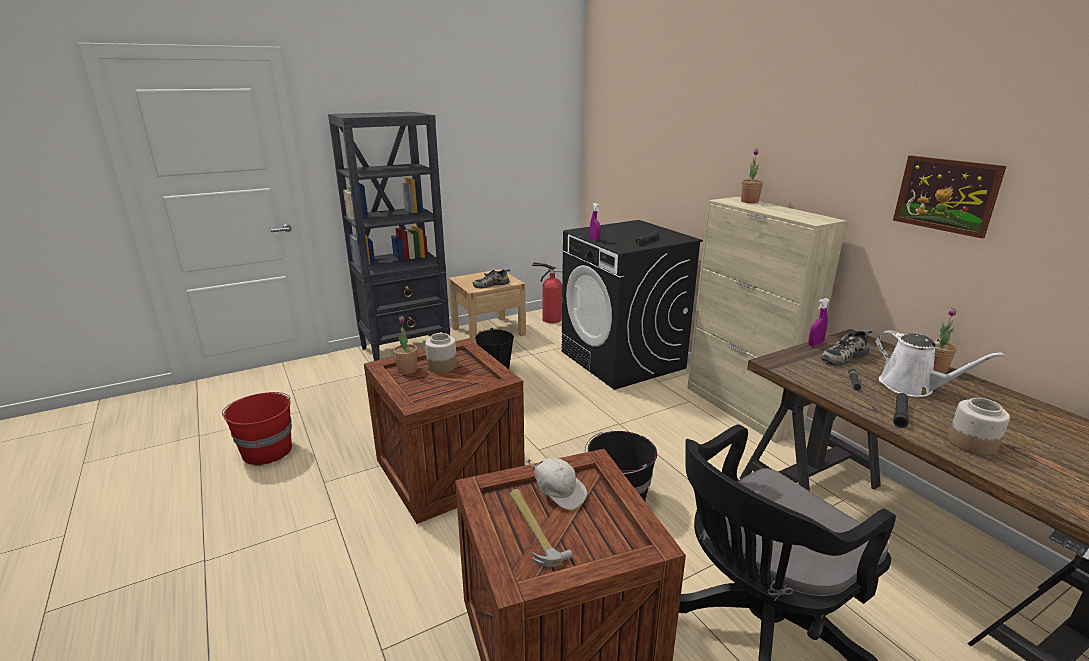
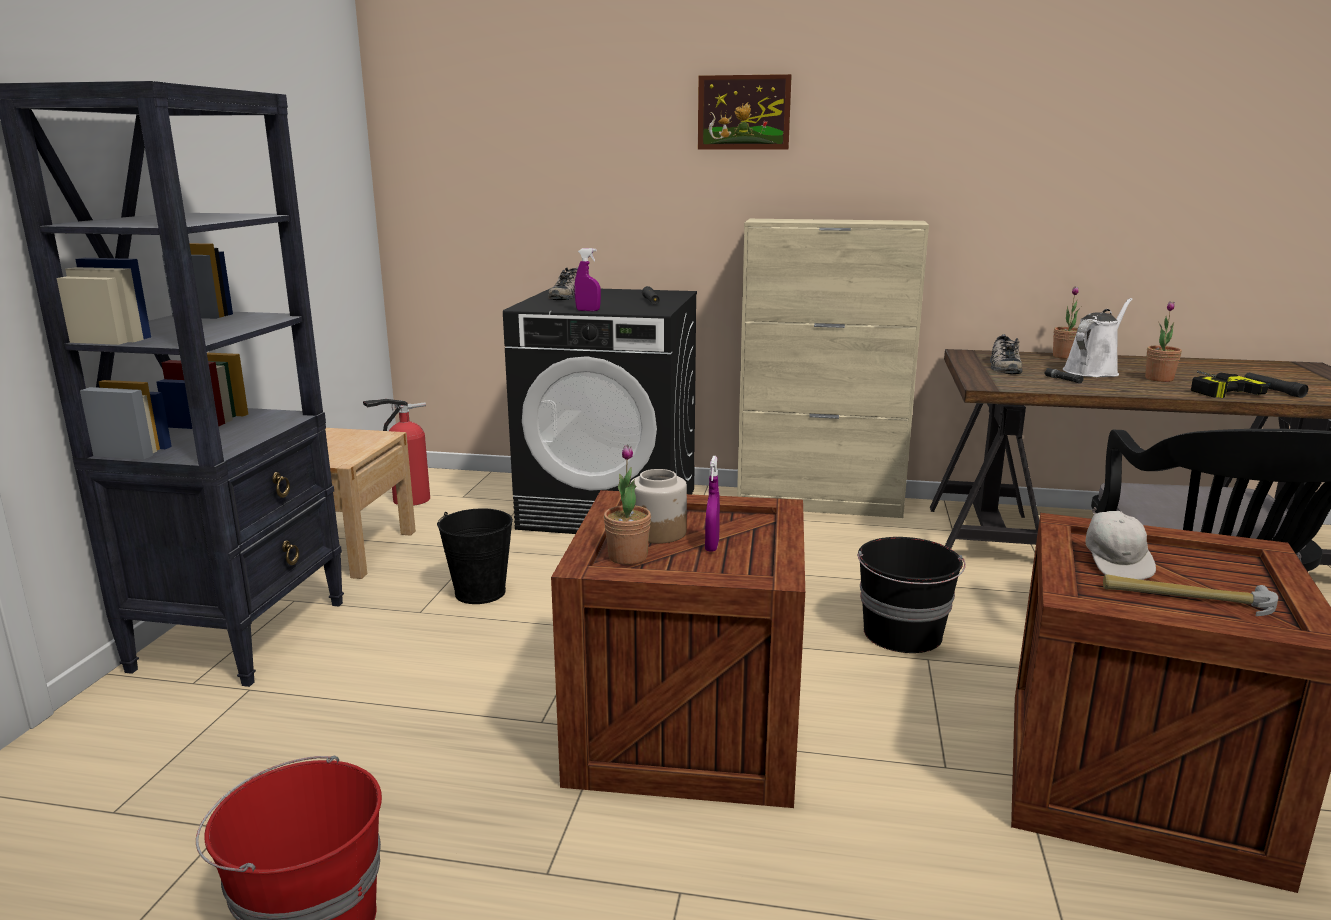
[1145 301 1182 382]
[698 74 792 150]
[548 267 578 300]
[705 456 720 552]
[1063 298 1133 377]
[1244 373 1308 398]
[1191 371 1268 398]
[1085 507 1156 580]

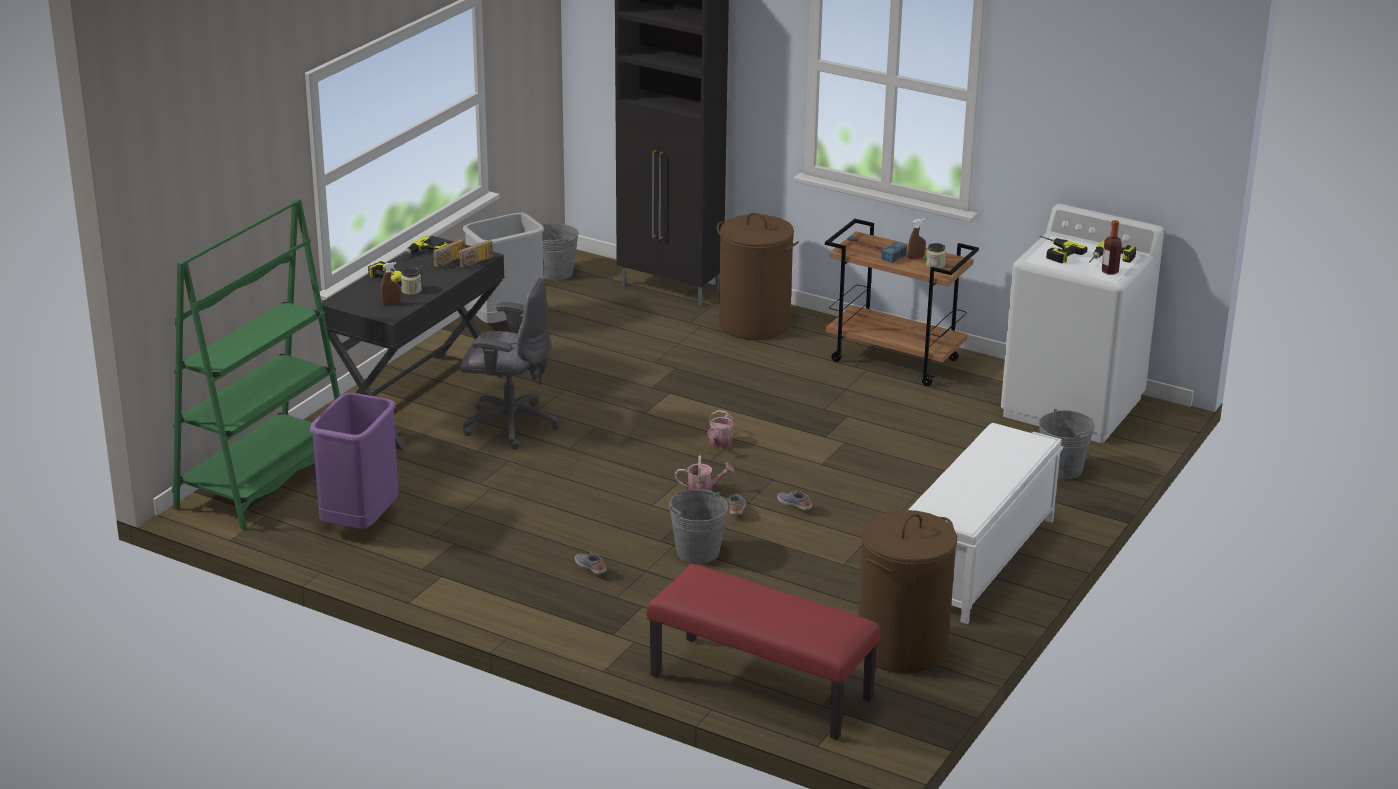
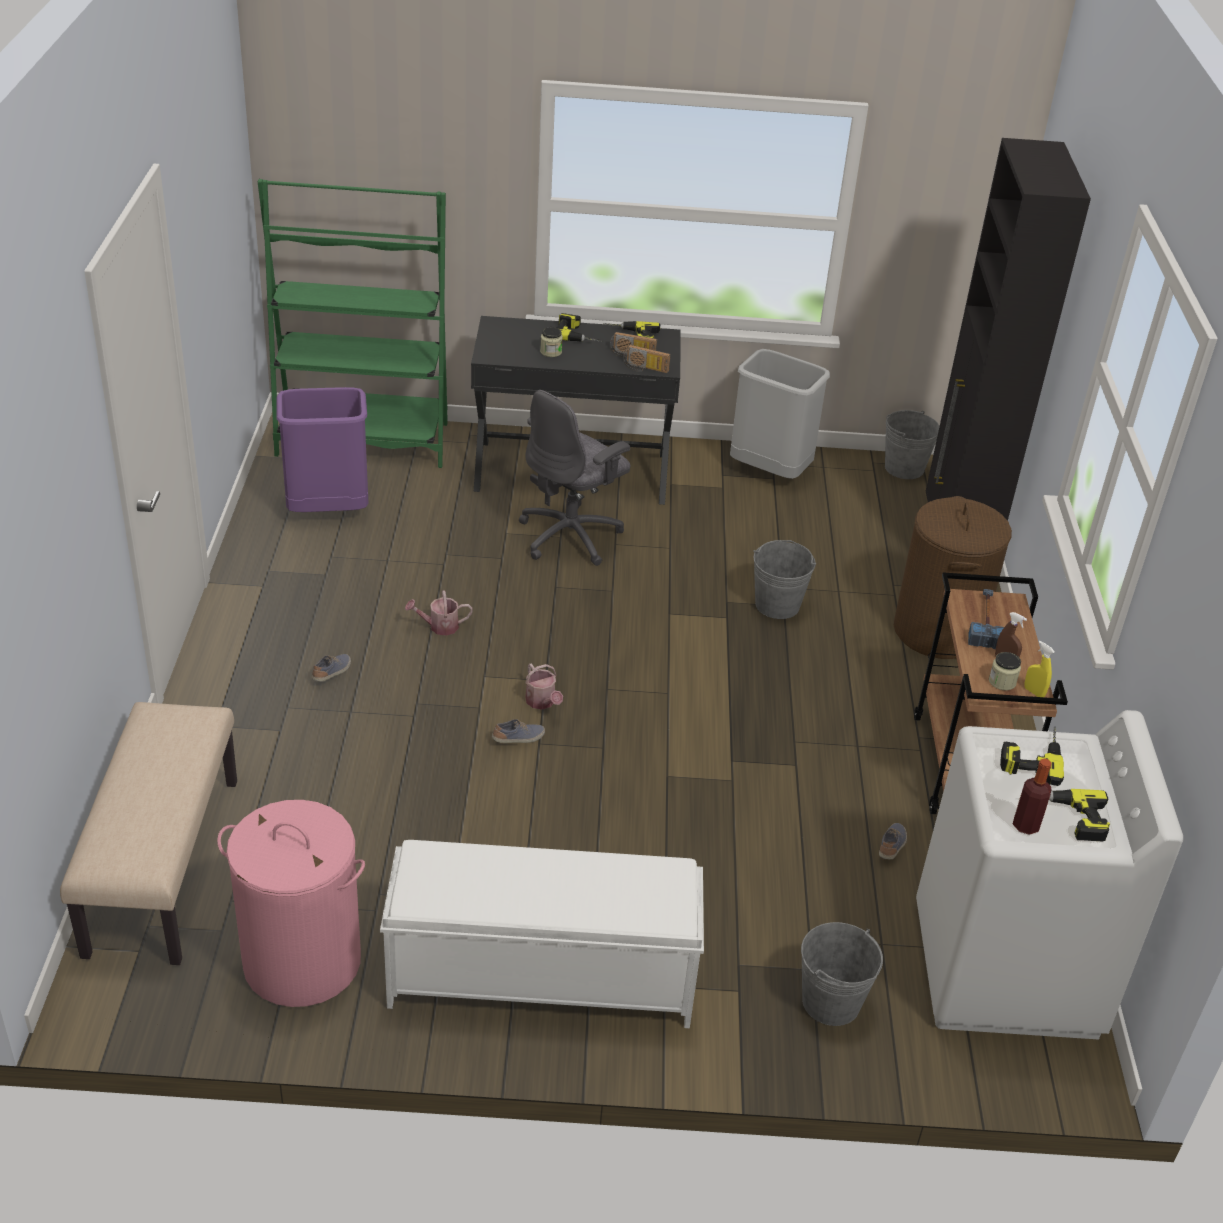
[381 262 400 305] (first image)
[519 390 631 566]
[405 590 473 636]
[753 540 816 619]
[879 823 907 859]
[217 800 365 1007]
[60 702 237 965]
[1024 641 1055 697]

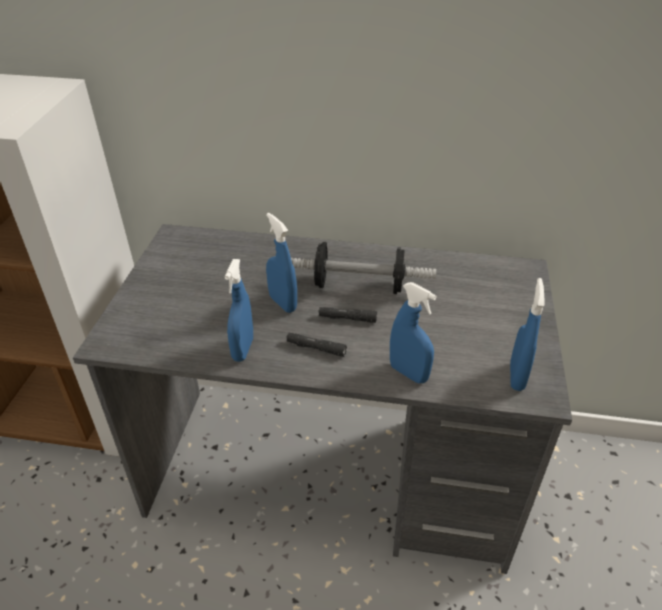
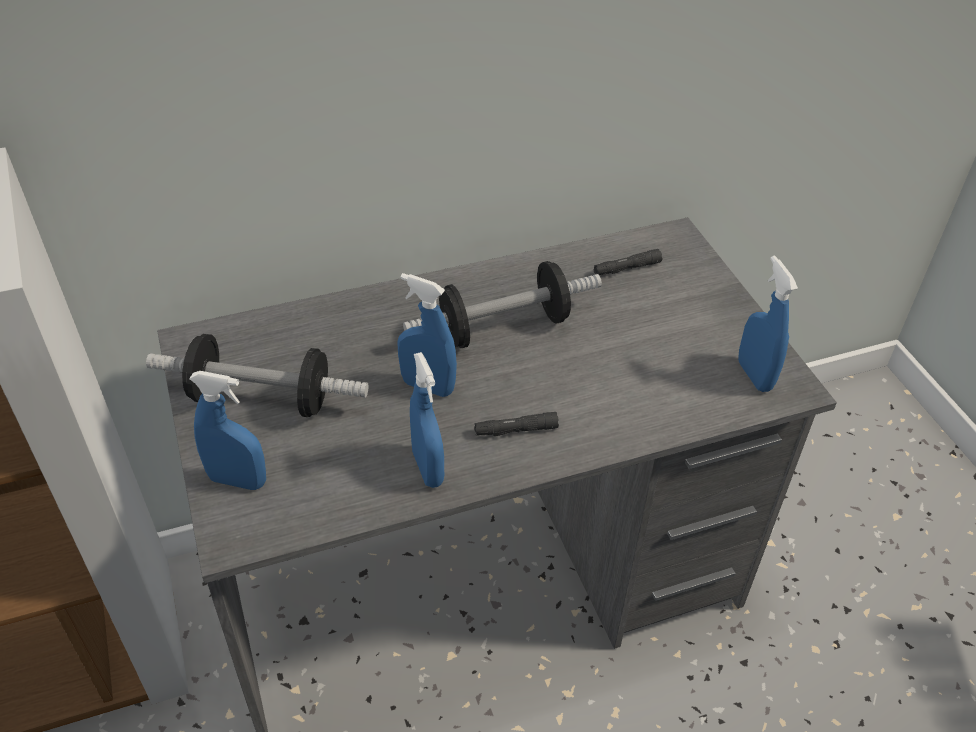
[189 371 266 490]
[593 249 662 275]
[146 334 368 417]

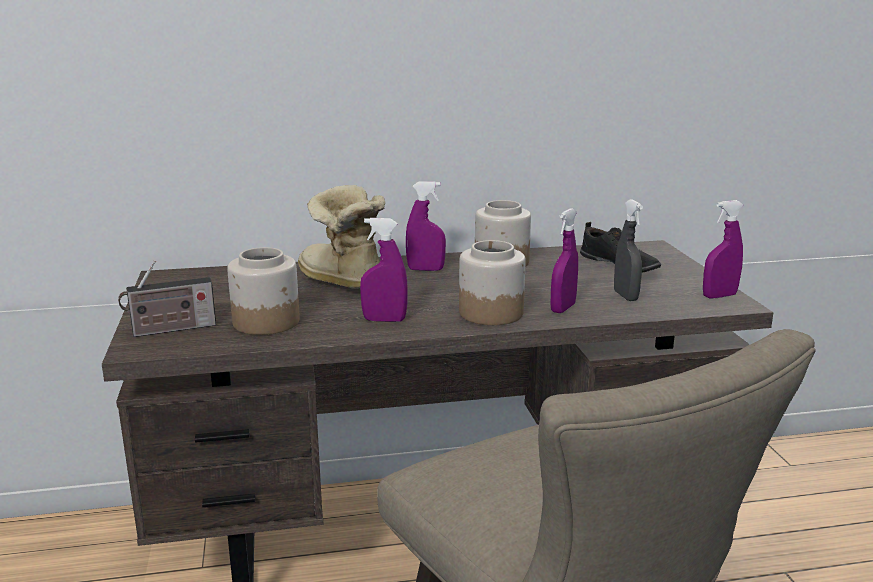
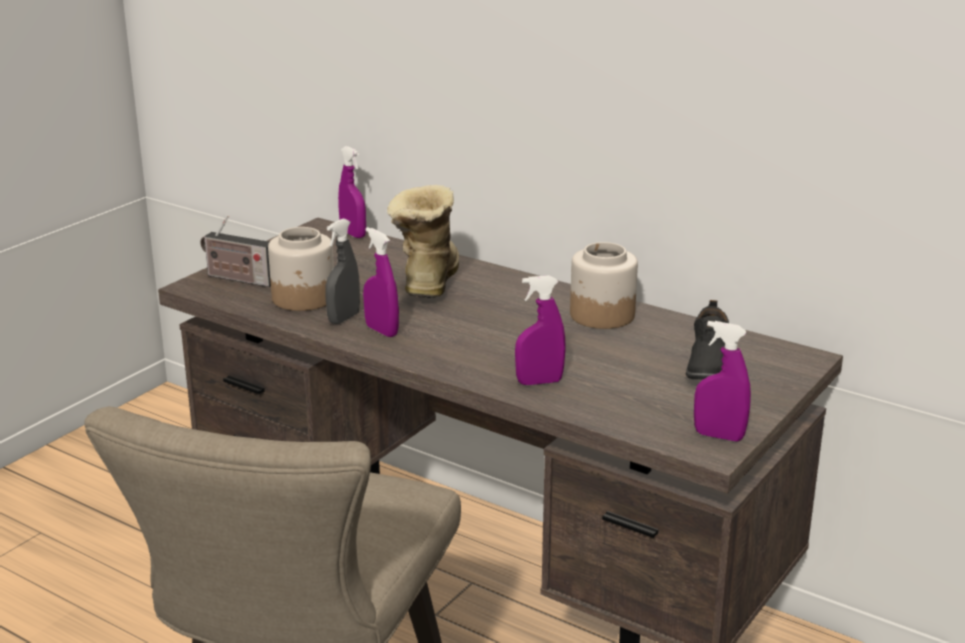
[338 146 366 238]
[325 219 360 324]
[459 240 526 325] (first image)

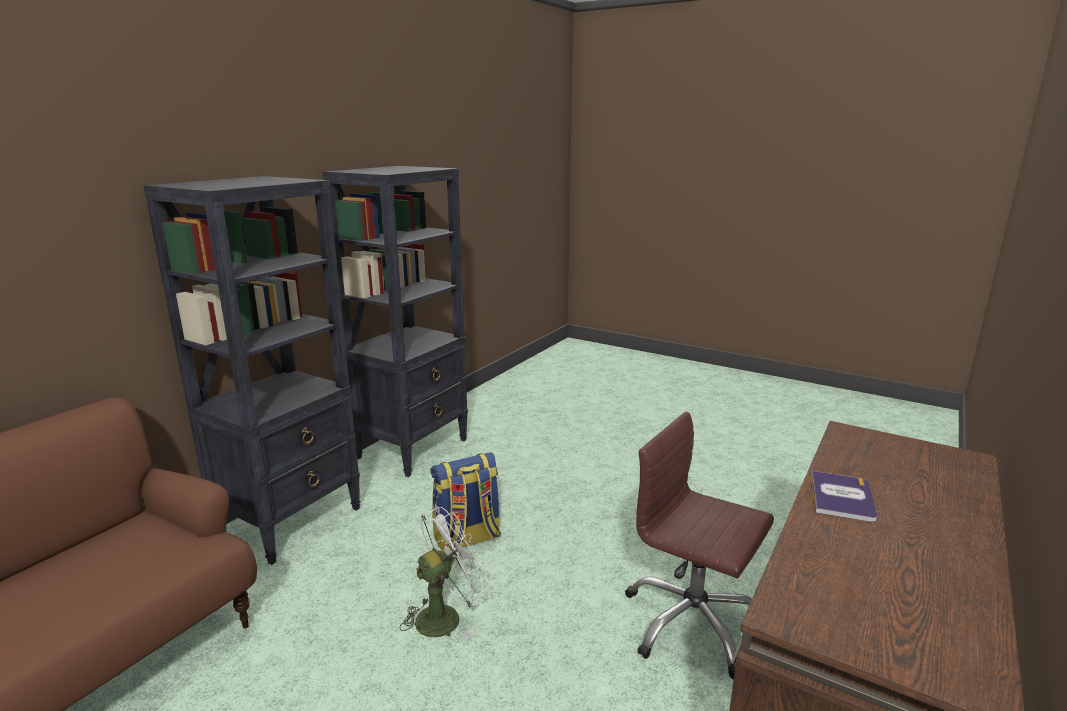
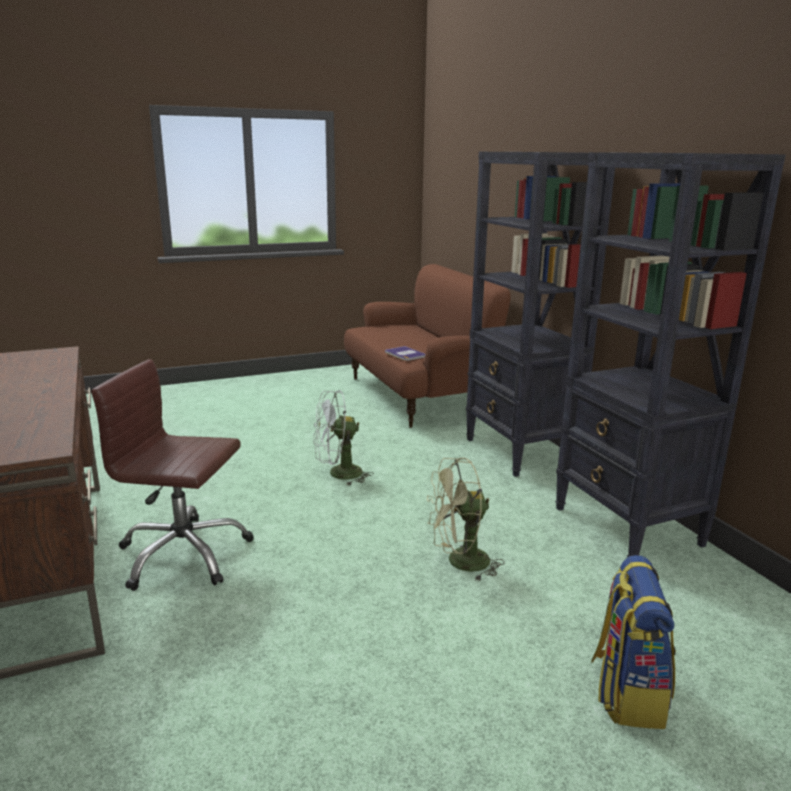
[91 359 254 591]
[591 555 676 729]
[385 346 425 361]
[314 390 374 486]
[427 458 504 582]

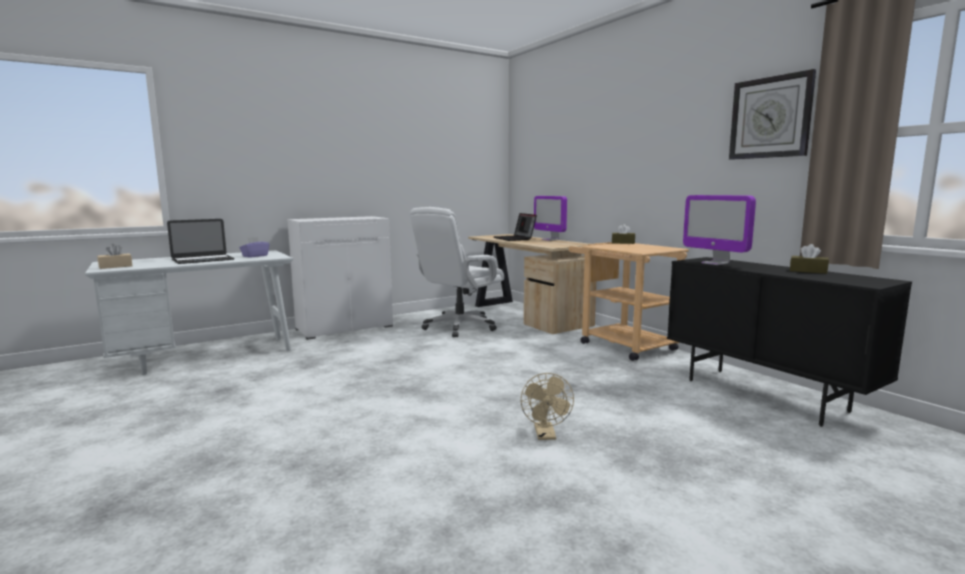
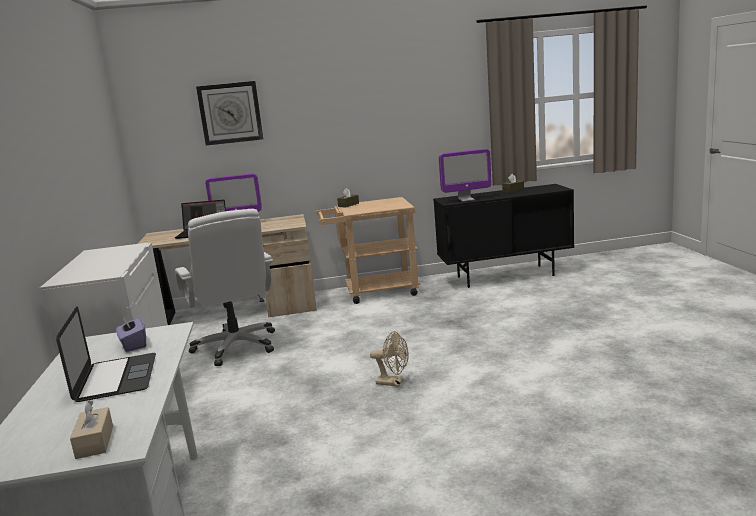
[196 81 263 145]
[370 331 409 387]

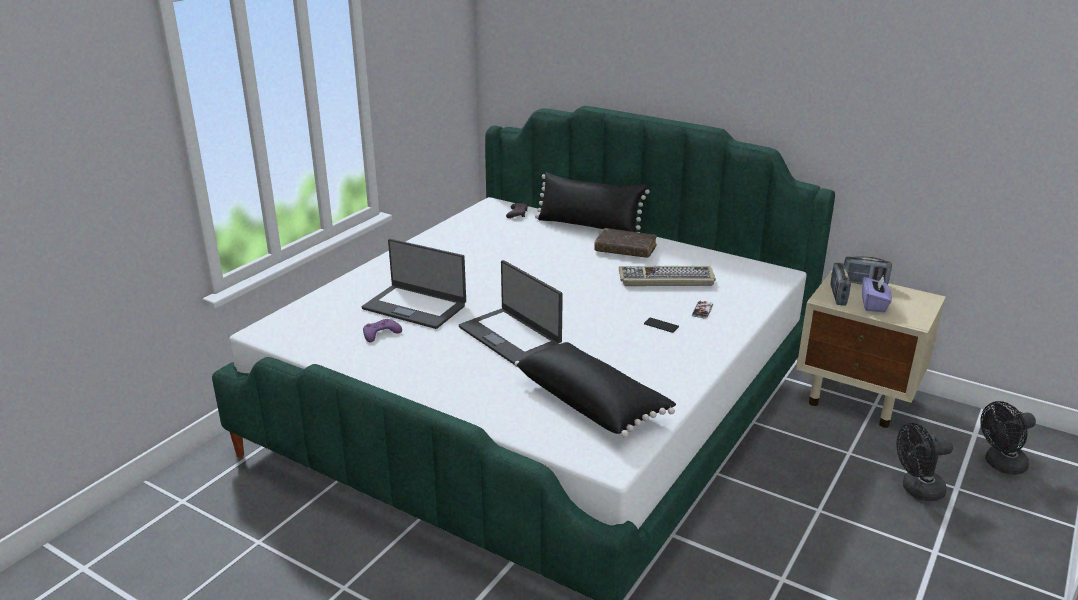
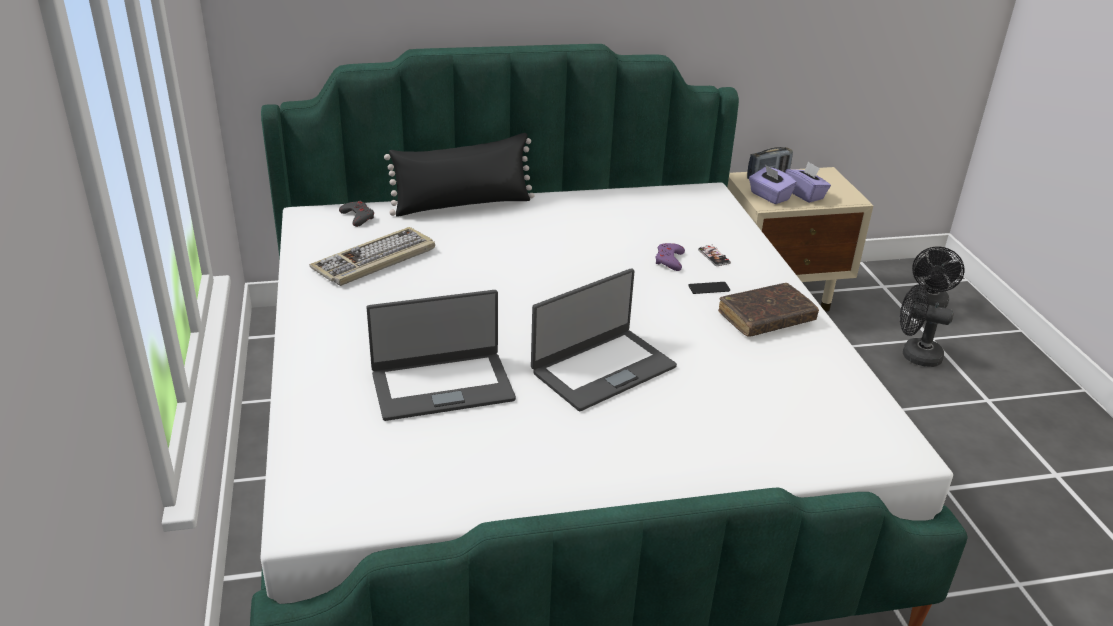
[718 283 819 337]
[531 269 677 411]
[749 165 797 204]
[309 227 435 286]
[656 243 685 271]
[515 342 676 438] (first image)
[900 284 954 367]

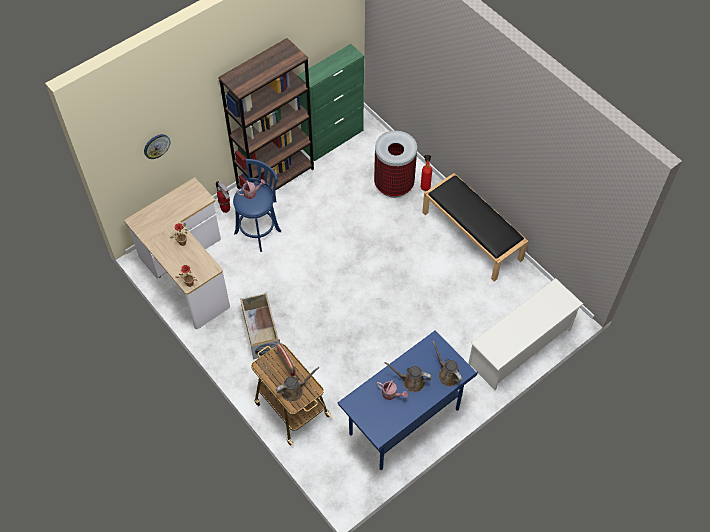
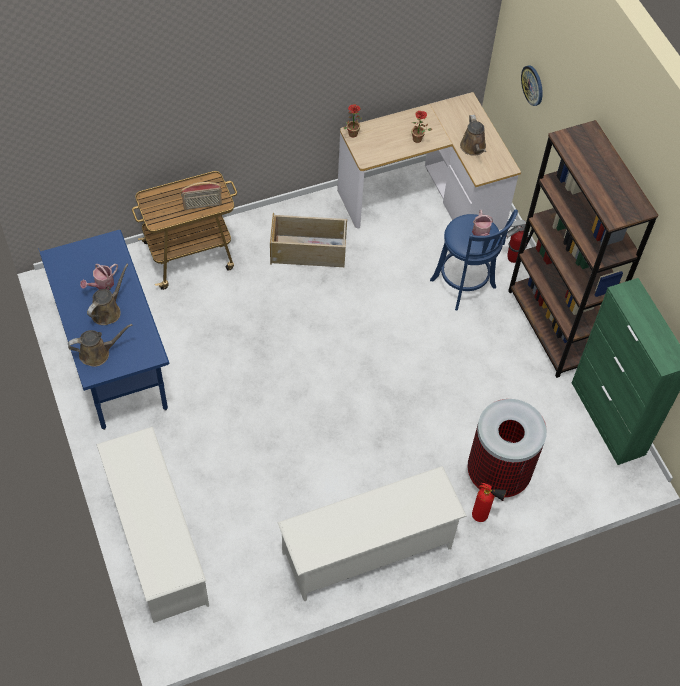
[277 466 467 601]
[460 115 486 156]

